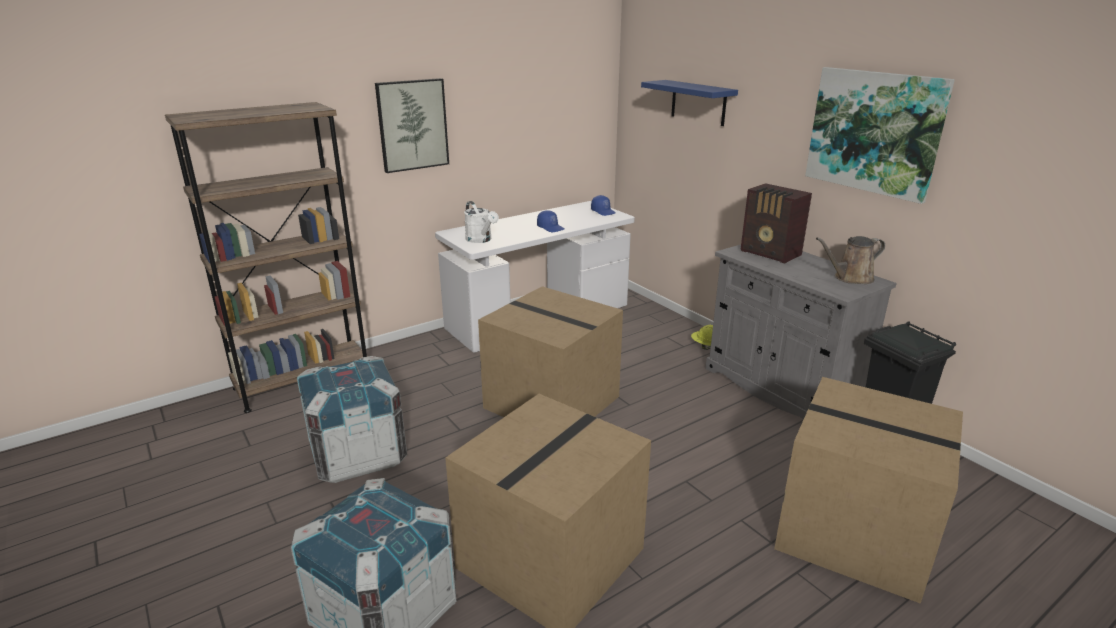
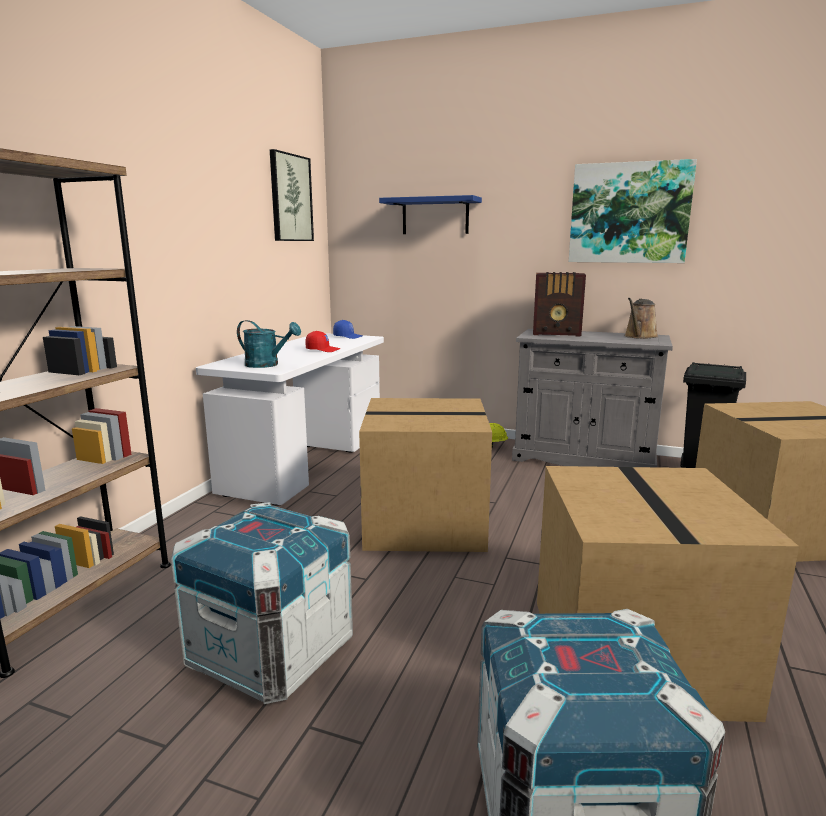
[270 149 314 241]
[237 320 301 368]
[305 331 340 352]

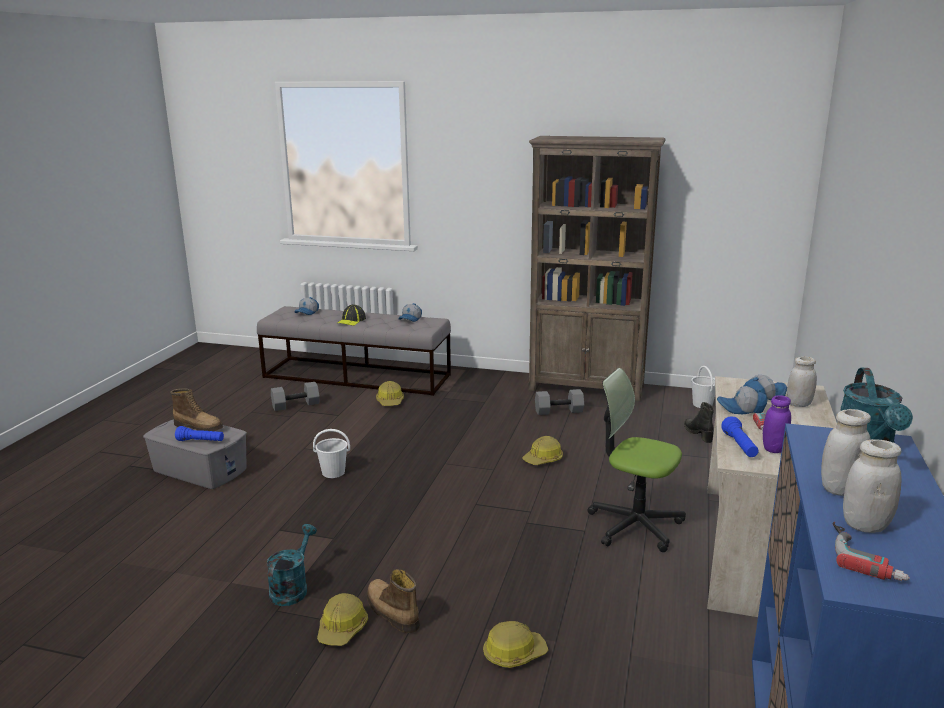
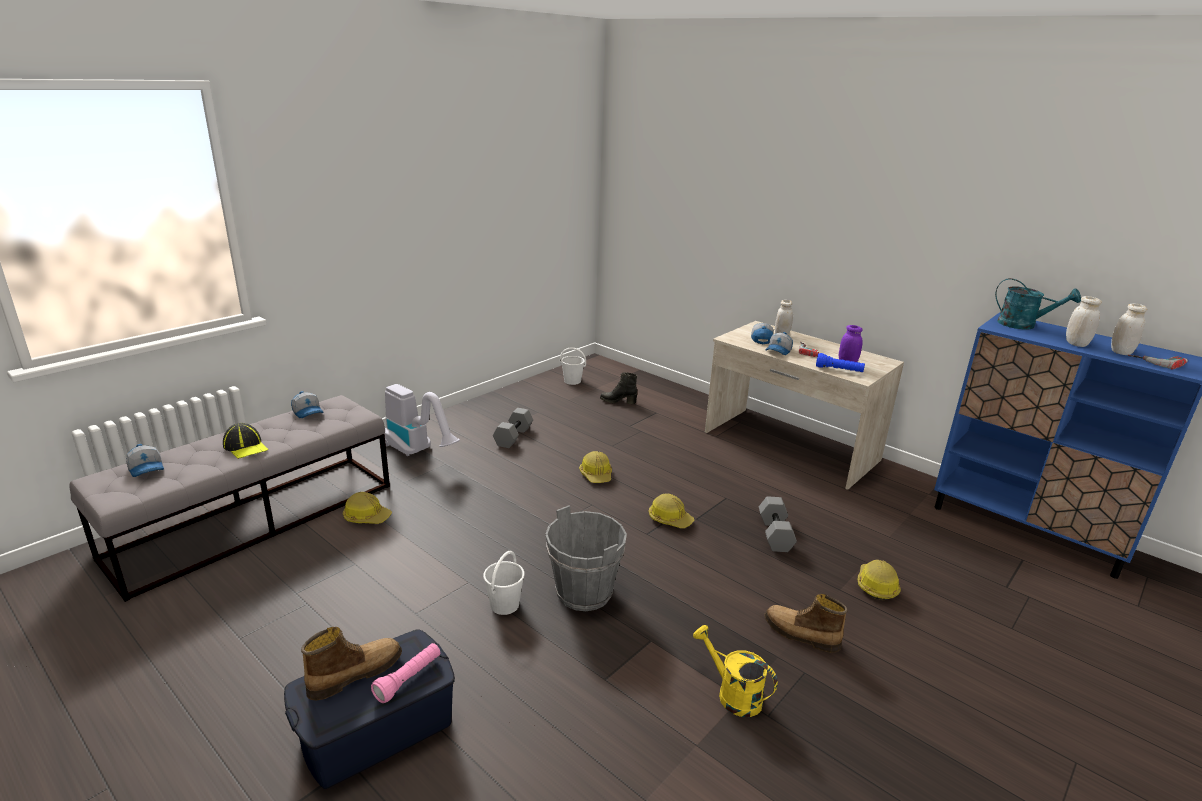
[529 136 666 402] (first image)
[587 368 686 552] (first image)
[759 496 797 552]
[284 629 455 789]
[371 643 440 703]
[693 625 778 717]
[764 594 847 653]
[648 494 694 528]
[384 384 460 456]
[545 505 627 611]

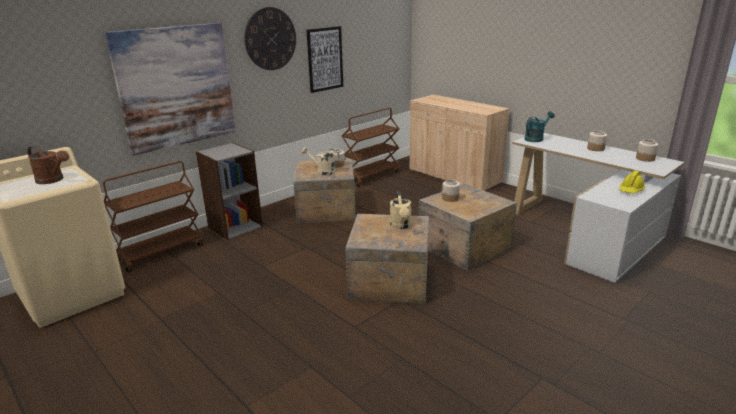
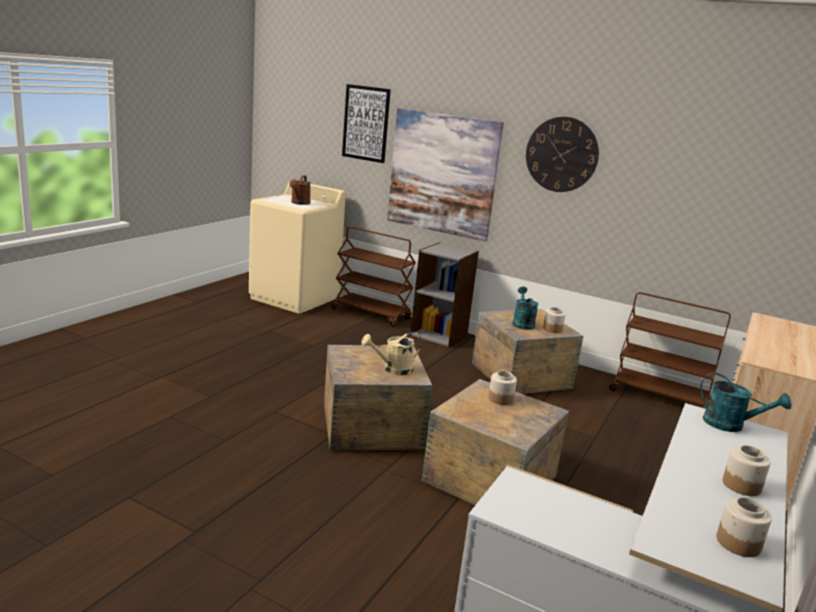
[342 84 391 163]
[512 286 538 330]
[619 171 645 193] (first image)

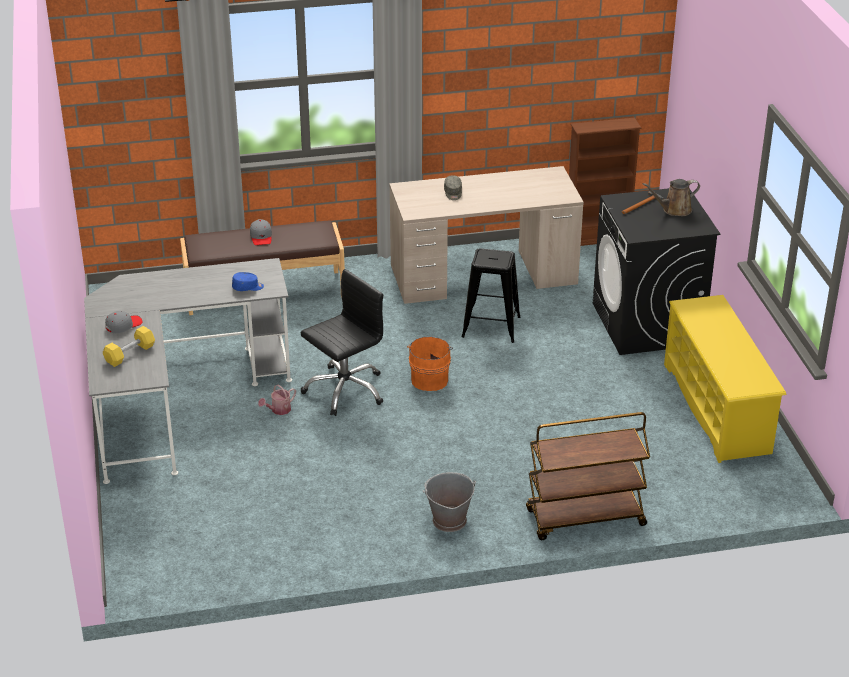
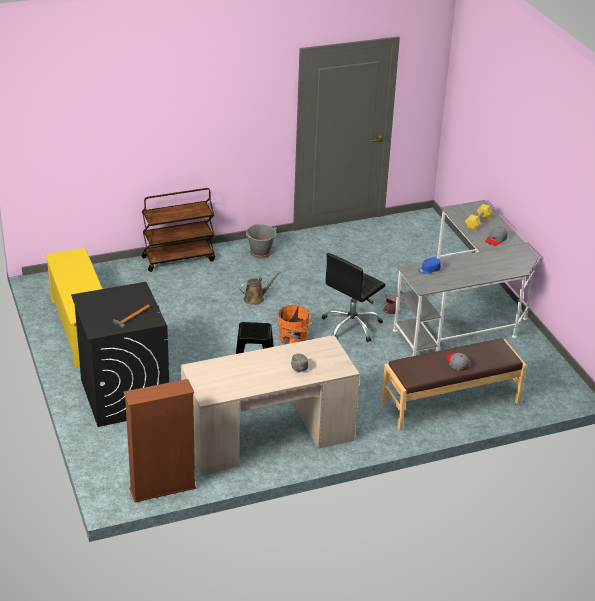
[239 271 281 305]

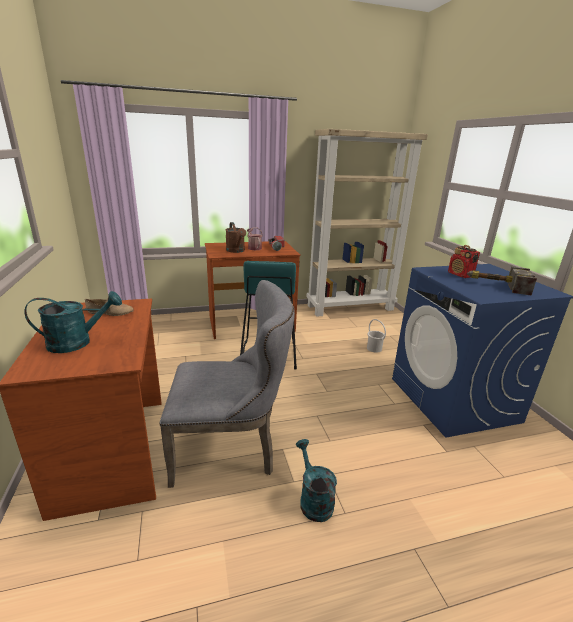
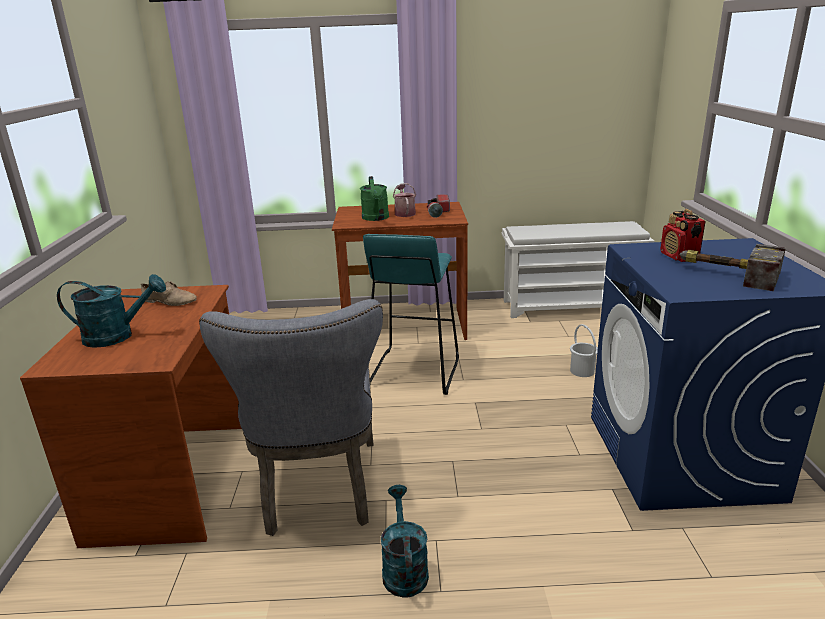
[501 221 654 318]
[360 176 389 221]
[199 299 383 536]

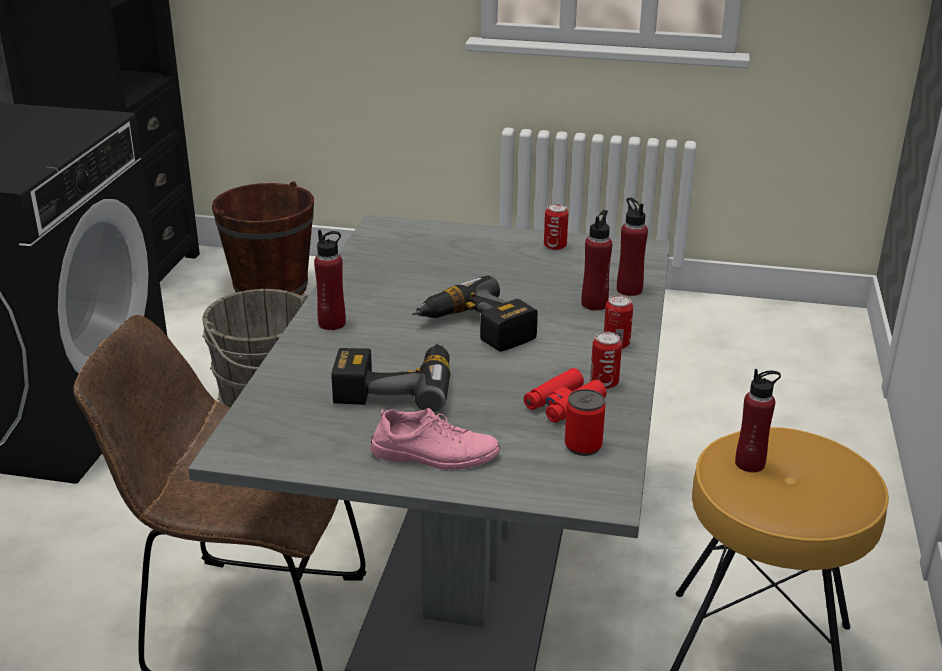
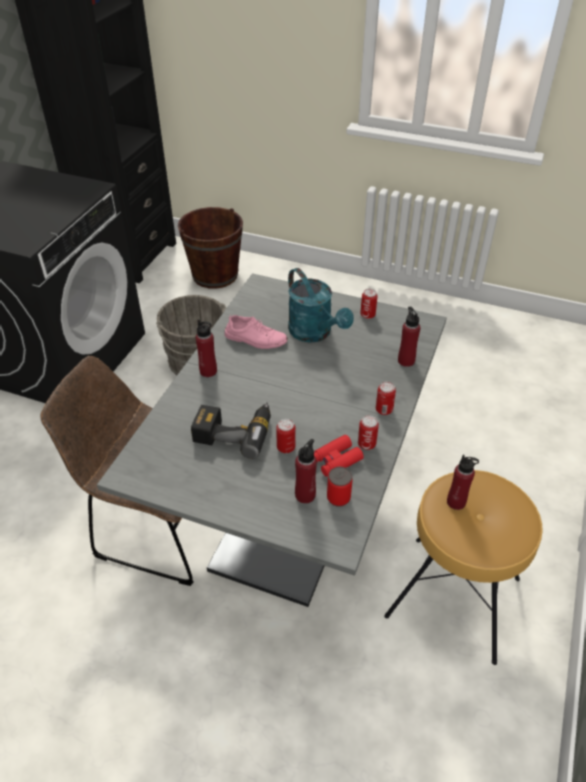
[295 439 317 503]
[412 276 538 352] (first image)
[225 315 288 349]
[288 268 354 343]
[276 419 296 453]

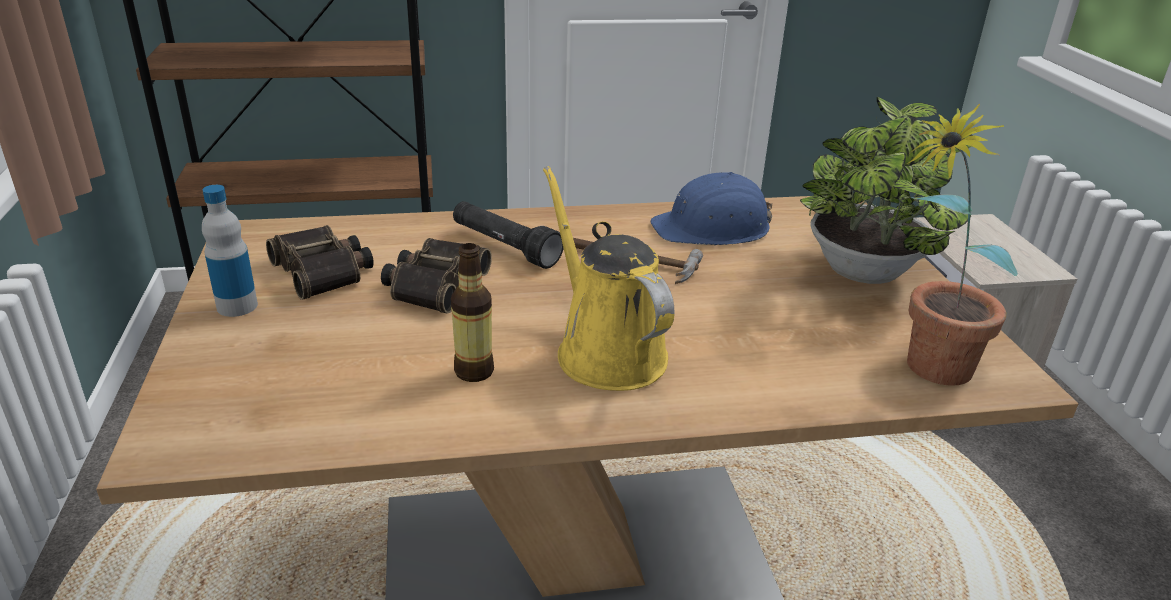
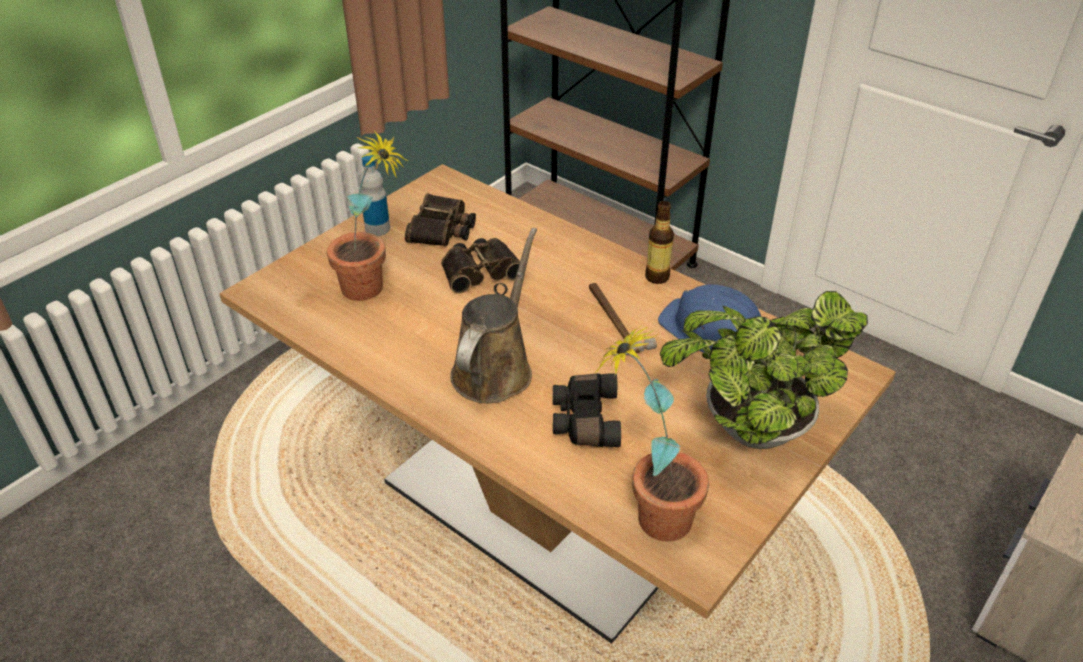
[450 228 537 403]
[453 201 564 269] (first image)
[645 201 674 284]
[327 130 408 301]
[553 373 621 447]

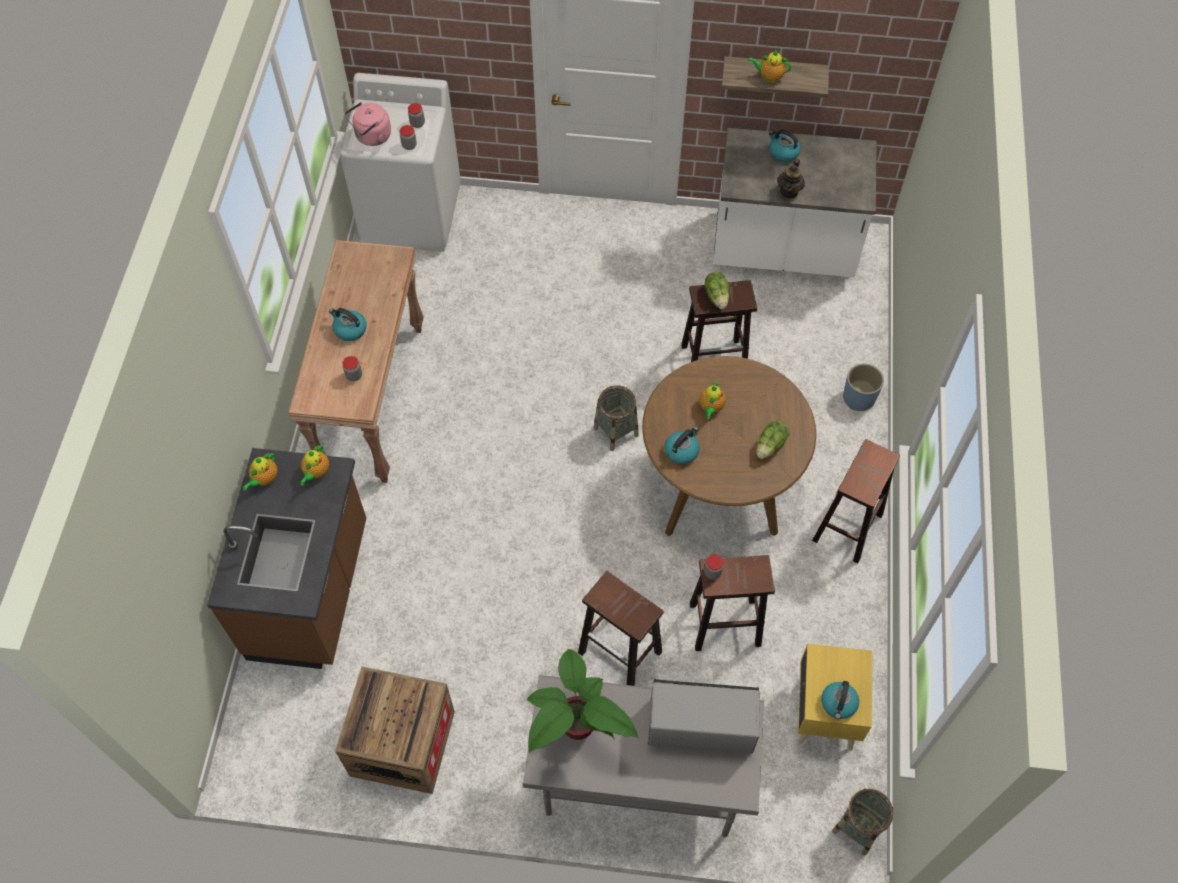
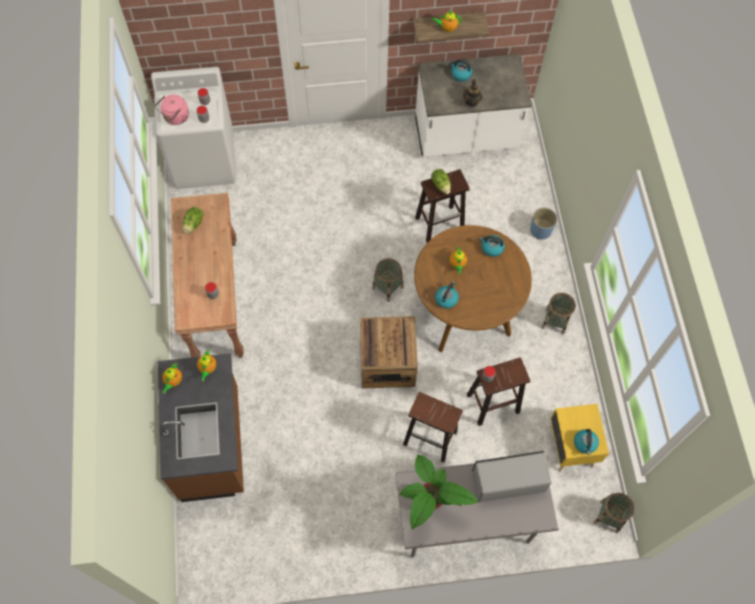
[479 235 505 257]
[183 207 204 234]
[541 293 576 334]
[360 316 418 388]

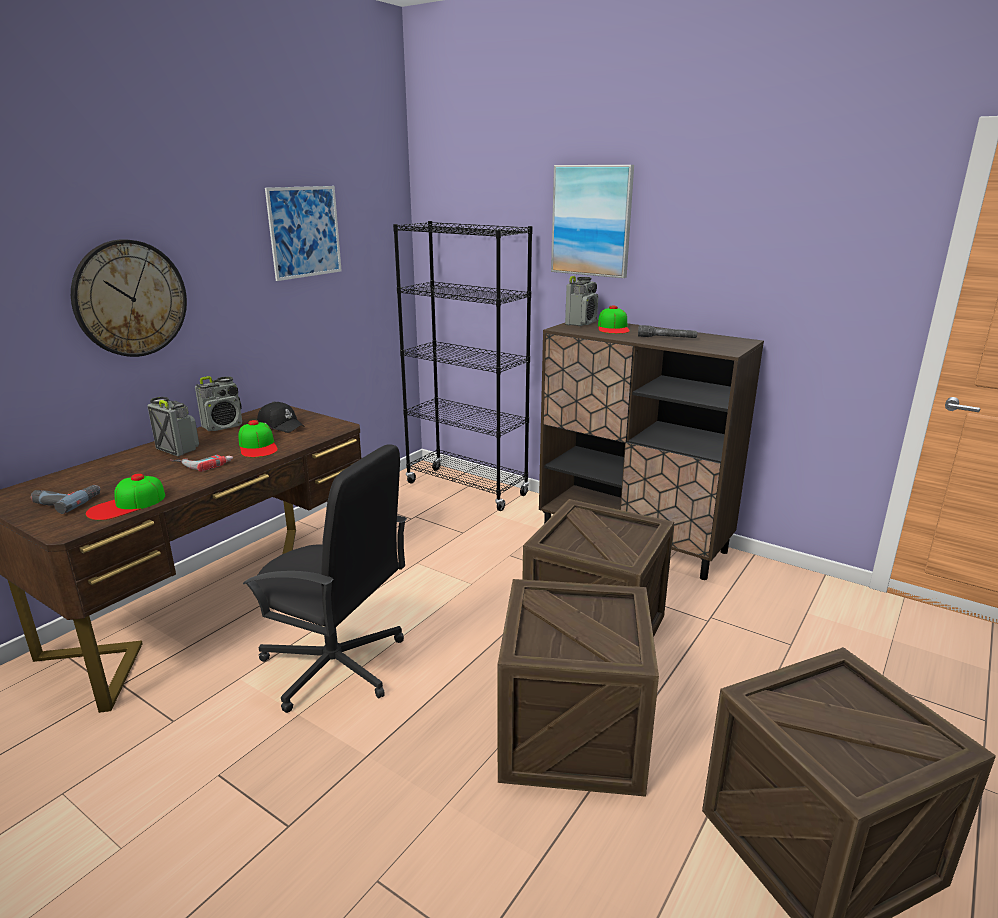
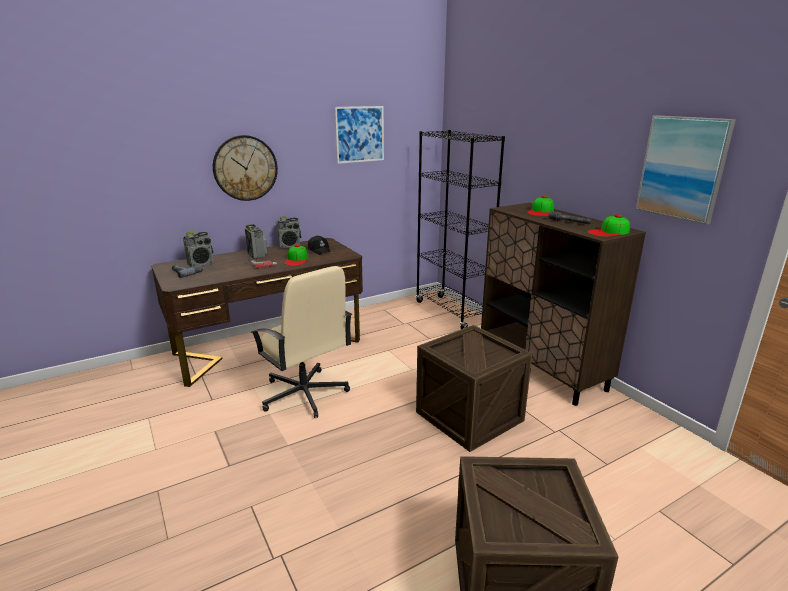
[636 115 736 225]
[183 232 213 267]
[250 266 352 418]
[587 214 630 237]
[498 579 659 797] (first image)

